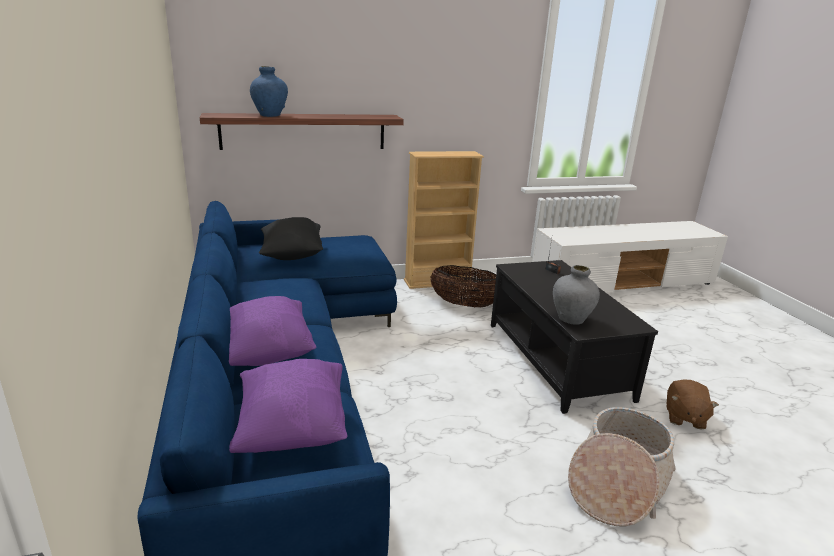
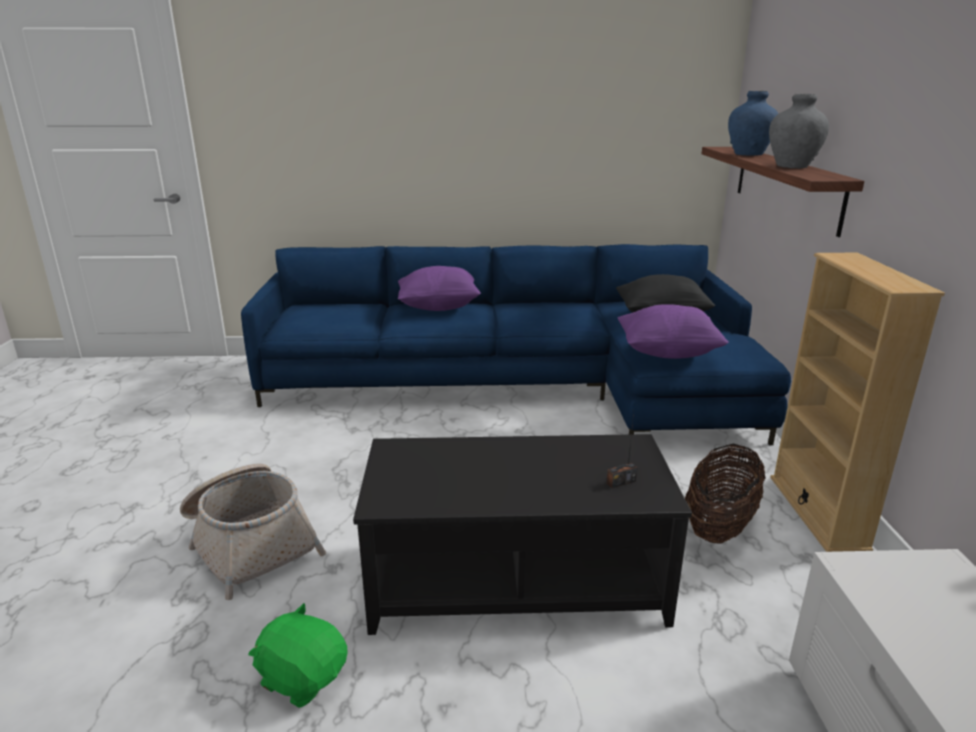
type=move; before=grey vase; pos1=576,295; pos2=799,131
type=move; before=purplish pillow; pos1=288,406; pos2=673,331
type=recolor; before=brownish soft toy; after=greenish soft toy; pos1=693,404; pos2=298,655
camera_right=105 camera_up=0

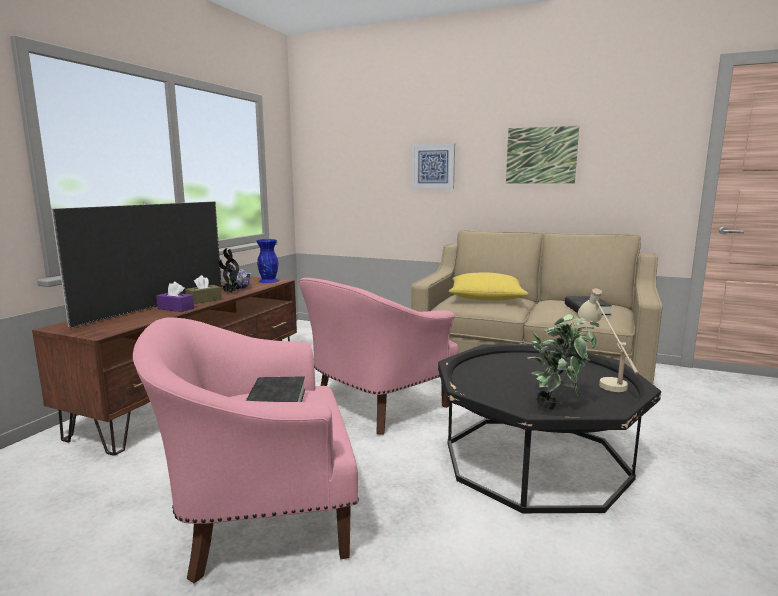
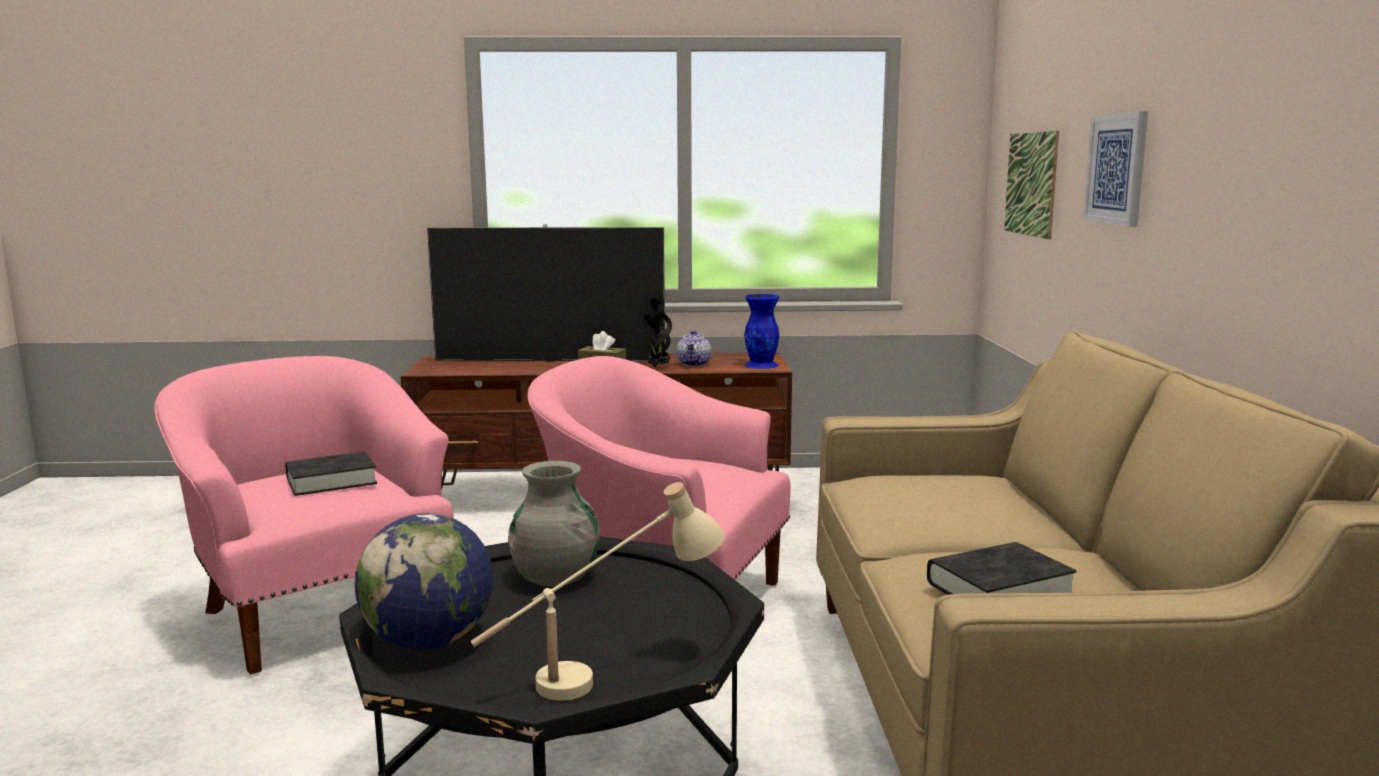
type=move; before=wall picture; pos1=542,154; pos2=1031,185
type=delete; before=yellow-coloured pillow; pos1=488,286
type=delete; before=purplish tissue holder; pos1=175,297
type=replace; before=plant in a pot; after=desk globe; pos1=563,362; pos2=424,581
type=insert; after=grey vase; pos2=554,524
camera_right=65 camera_up=0

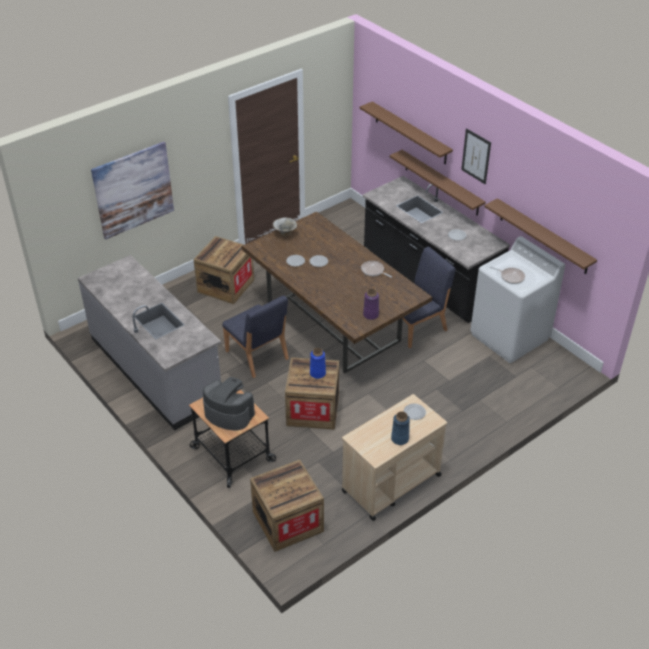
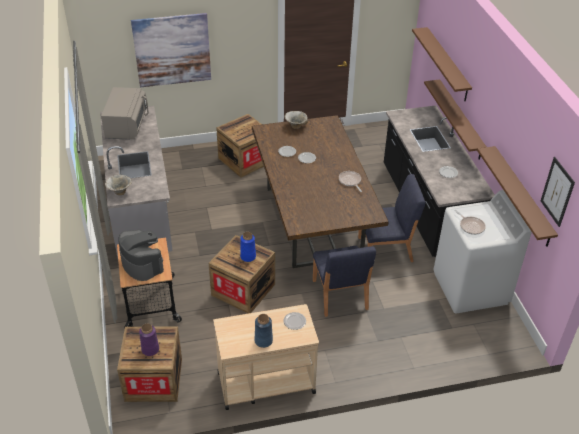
type=move; before=wall picture; pos1=476,156; pos2=558,192
type=move; before=purplish vase; pos1=371,304; pos2=149,340
type=move; before=blue-coloured plain chair; pos1=255,336; pos2=344,281
type=insert; after=grey microwave; pos2=125,113
type=insert; after=deep dish; pos2=118,185
camera_right=25 camera_up=0

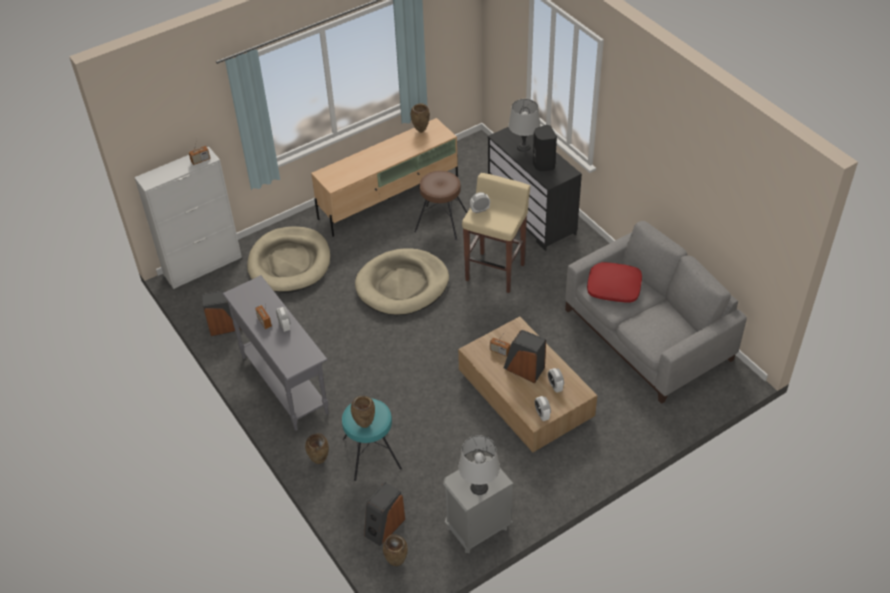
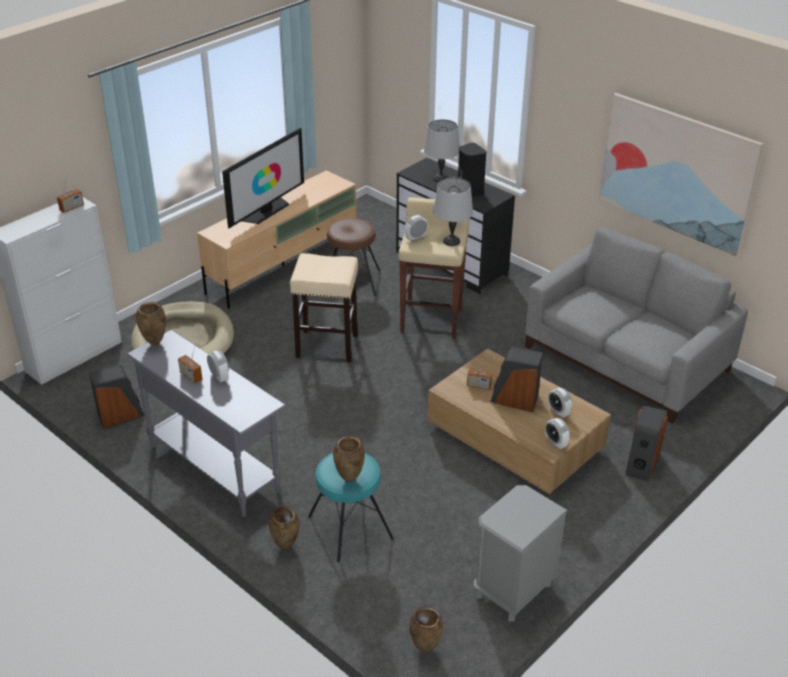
type=move; before=brownish vase; pos1=420,118; pos2=151,324
type=replace; before=beige dog bed; after=beige stool; pos1=402,281; pos2=324,307
type=delete; before=red-coloured pillow; pos1=614,282
type=move; before=grey lamp for a table; pos1=479,465; pos2=453,212
type=move; before=speaker; pos1=384,514; pos2=646,443
type=insert; after=wall picture; pos2=681,174
type=insert; after=TV; pos2=263,178
camera_right=-15 camera_up=-10

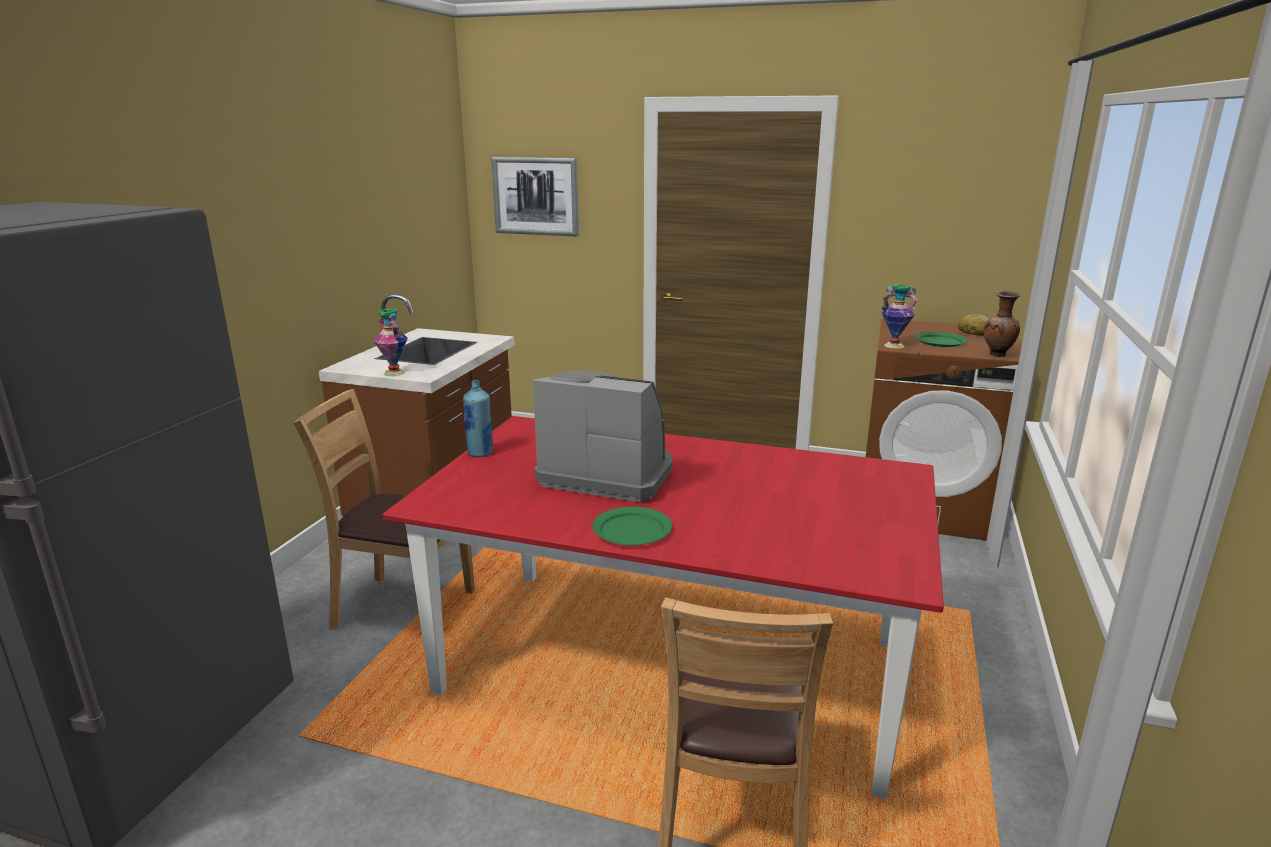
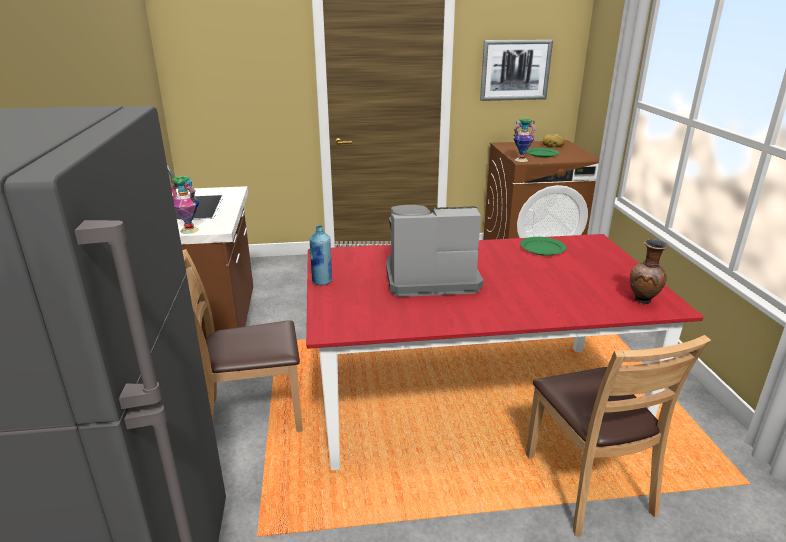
type=move; before=wall picture; pos1=535,196; pos2=516,70
type=move; before=brownish vase; pos1=1002,324; pos2=649,271
type=move; before=greenish dinner plate; pos1=632,526; pos2=543,246
camera_right=-25 camera_up=5

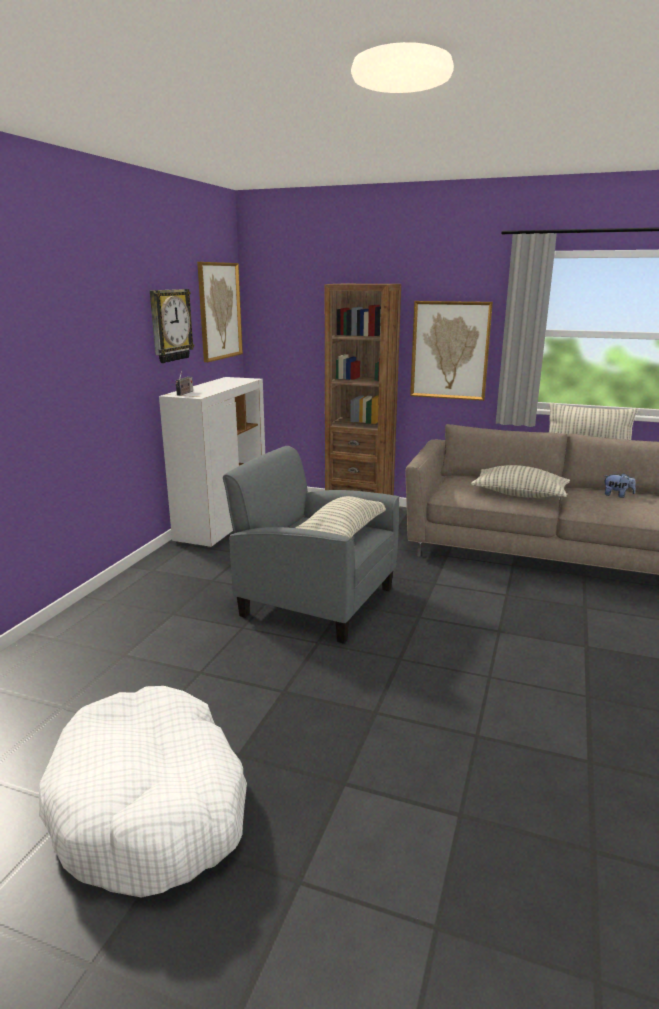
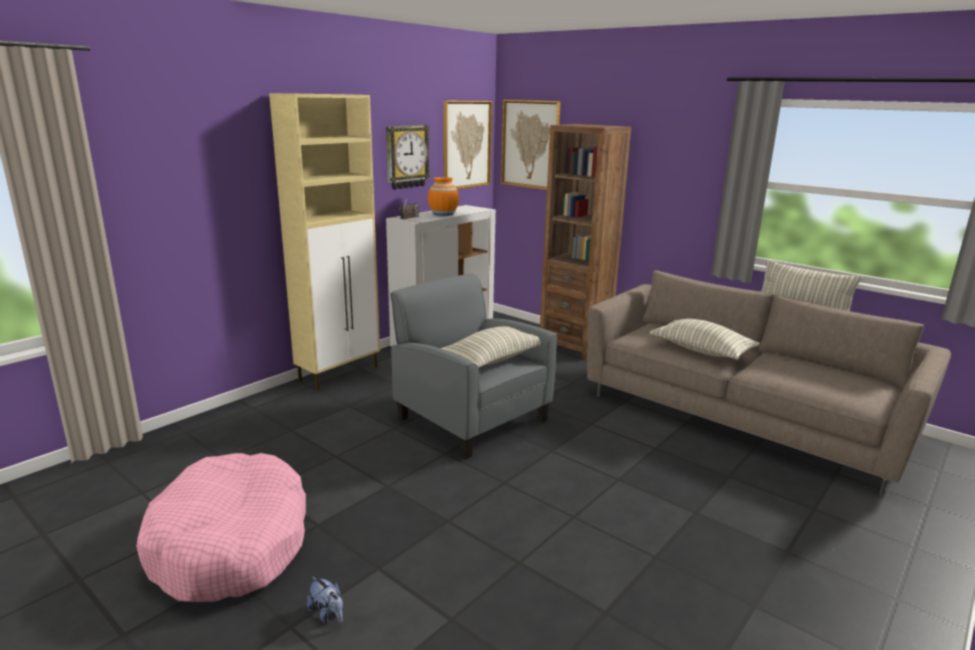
type=move; before=wall picture; pos1=451,351; pos2=531,145
type=move; before=soft toy; pos1=620,485; pos2=325,600
type=recolor; before=white-coloured dog bed; after=pink dog bed; pos1=143,792; pos2=221,527
type=insert; after=beige cupboard; pos2=324,241
type=insert; after=orangey vase; pos2=443,196
camera_right=20 camera_up=0

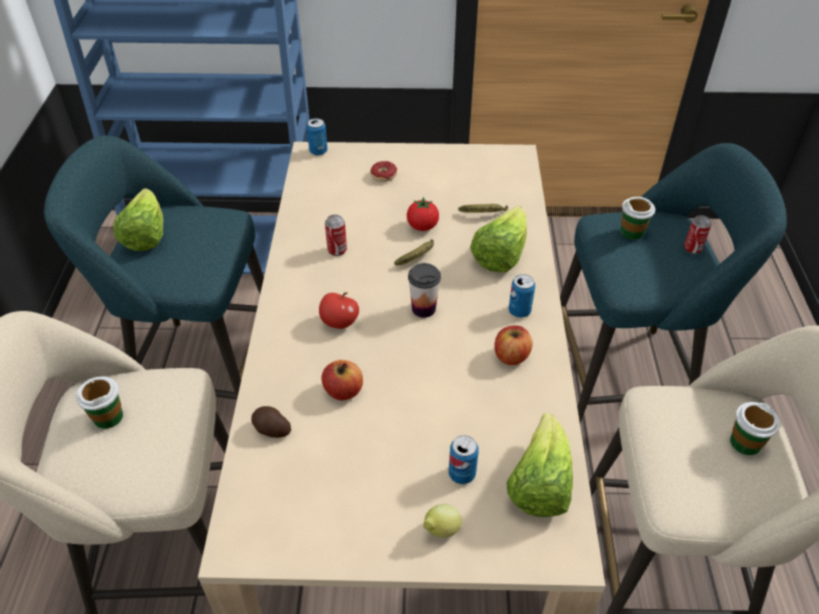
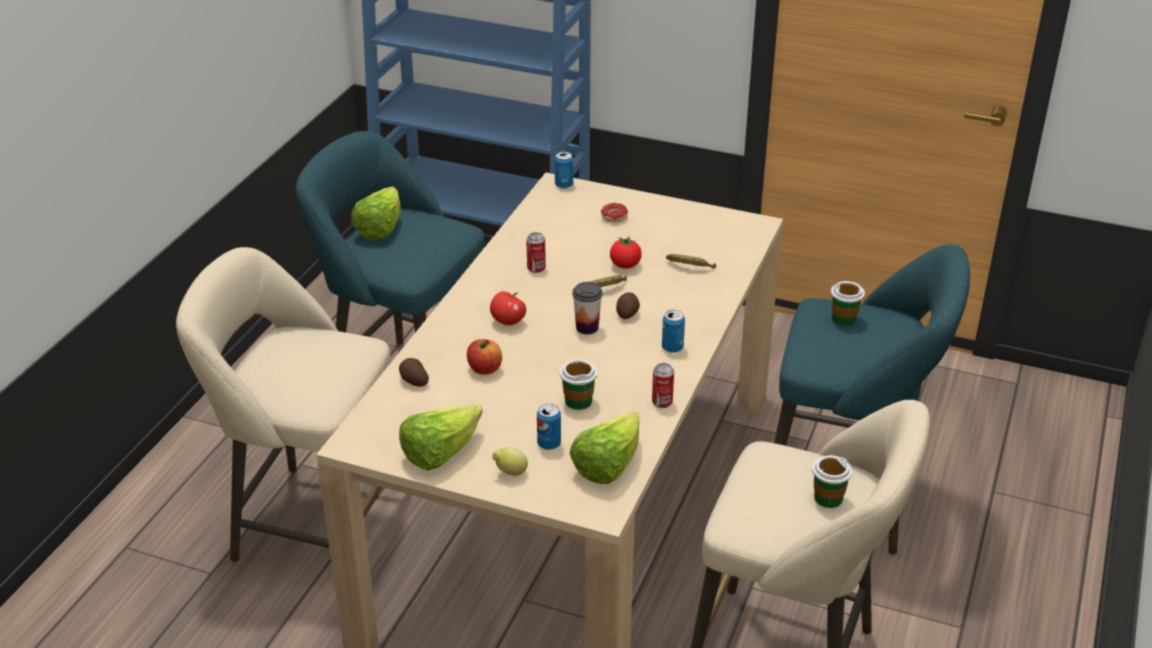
type=move; before=lettuce head; pos1=498,239; pos2=440,437
type=move; before=sealed can; pos1=697,234; pos2=663,385
type=delete; before=whole apple; pos1=514,345
type=move; before=cup; pos1=99,402; pos2=578,384
type=insert; after=potato; pos2=628,305
camera_right=20 camera_up=-10

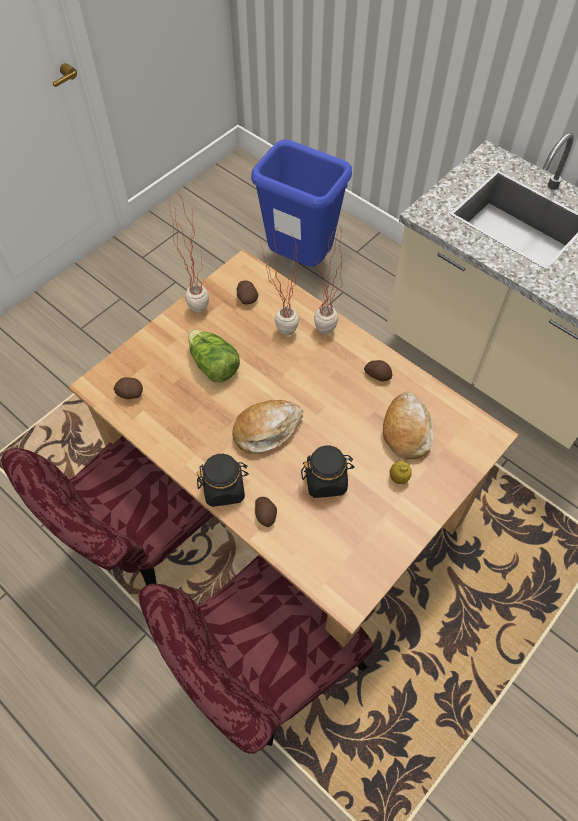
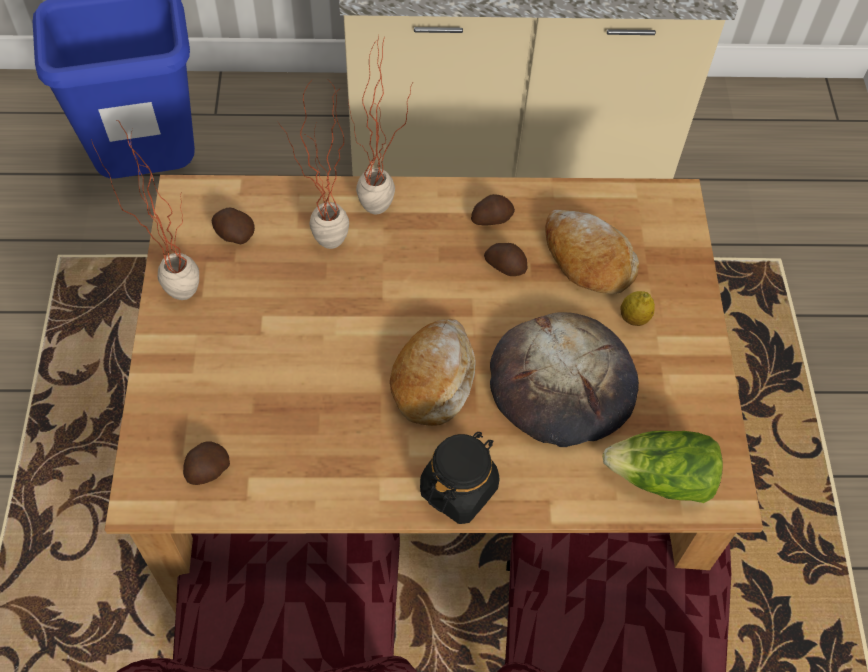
type=move; before=lettuce head; pos1=214,356; pos2=662,466
type=replace; before=blackish storage jar; after=baked bread; pos1=327,472; pos2=564,379
type=move; before=potato; pos1=266,512; pos2=506,259
camera_right=-45 camera_up=0

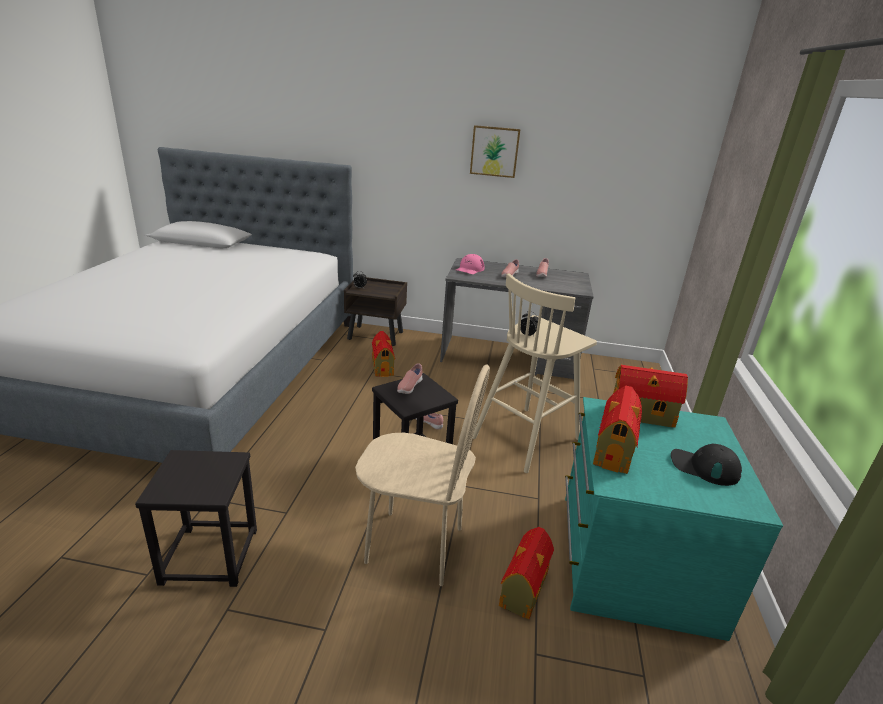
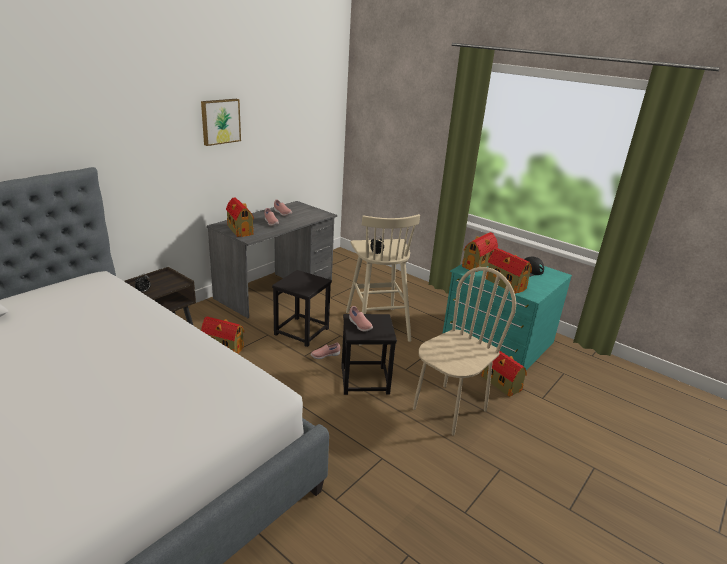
type=replace; before=pink peaked cap; after=model house; pos1=470,264; pos2=240,217
type=move; before=blackish stool; pos1=196,518; pos2=302,308
camera_right=-60 camera_up=0

